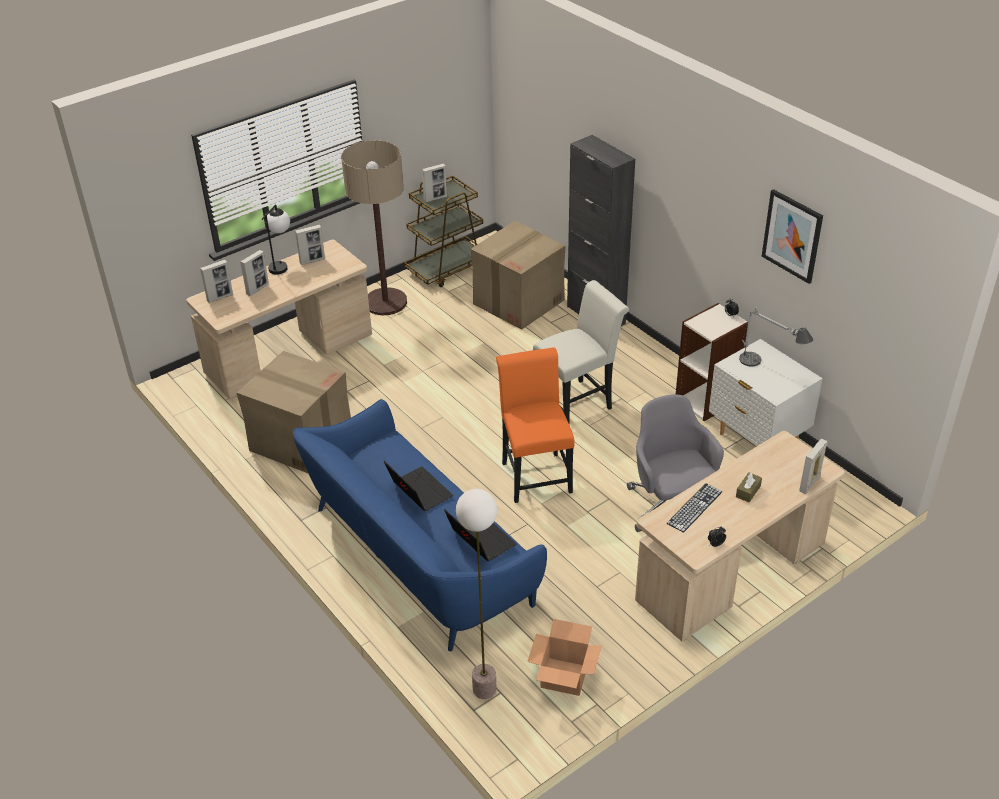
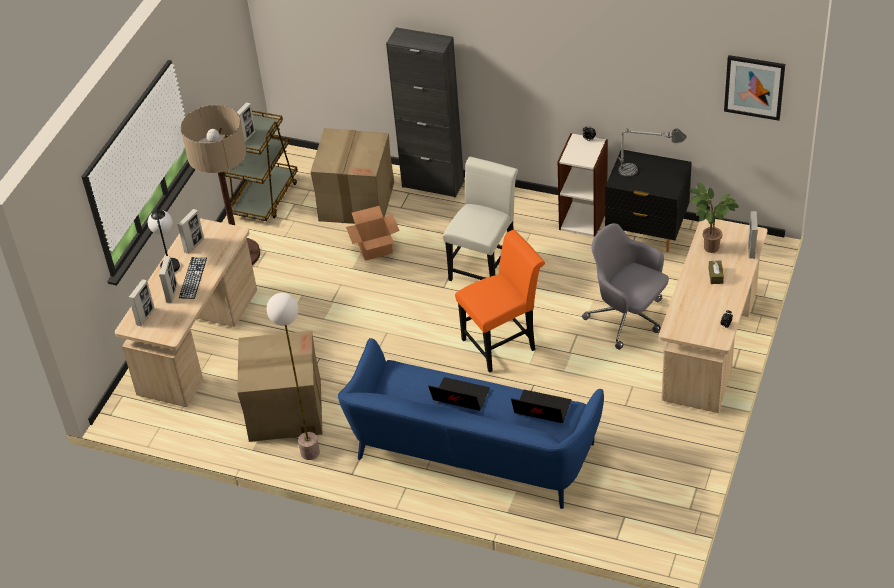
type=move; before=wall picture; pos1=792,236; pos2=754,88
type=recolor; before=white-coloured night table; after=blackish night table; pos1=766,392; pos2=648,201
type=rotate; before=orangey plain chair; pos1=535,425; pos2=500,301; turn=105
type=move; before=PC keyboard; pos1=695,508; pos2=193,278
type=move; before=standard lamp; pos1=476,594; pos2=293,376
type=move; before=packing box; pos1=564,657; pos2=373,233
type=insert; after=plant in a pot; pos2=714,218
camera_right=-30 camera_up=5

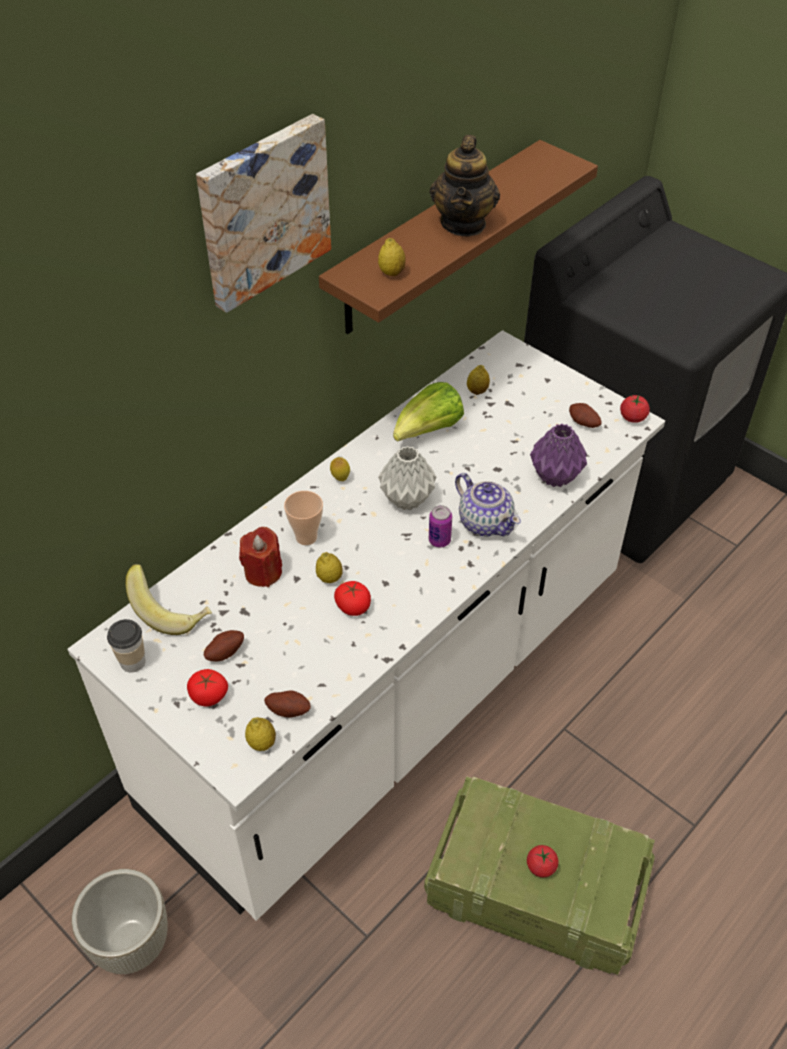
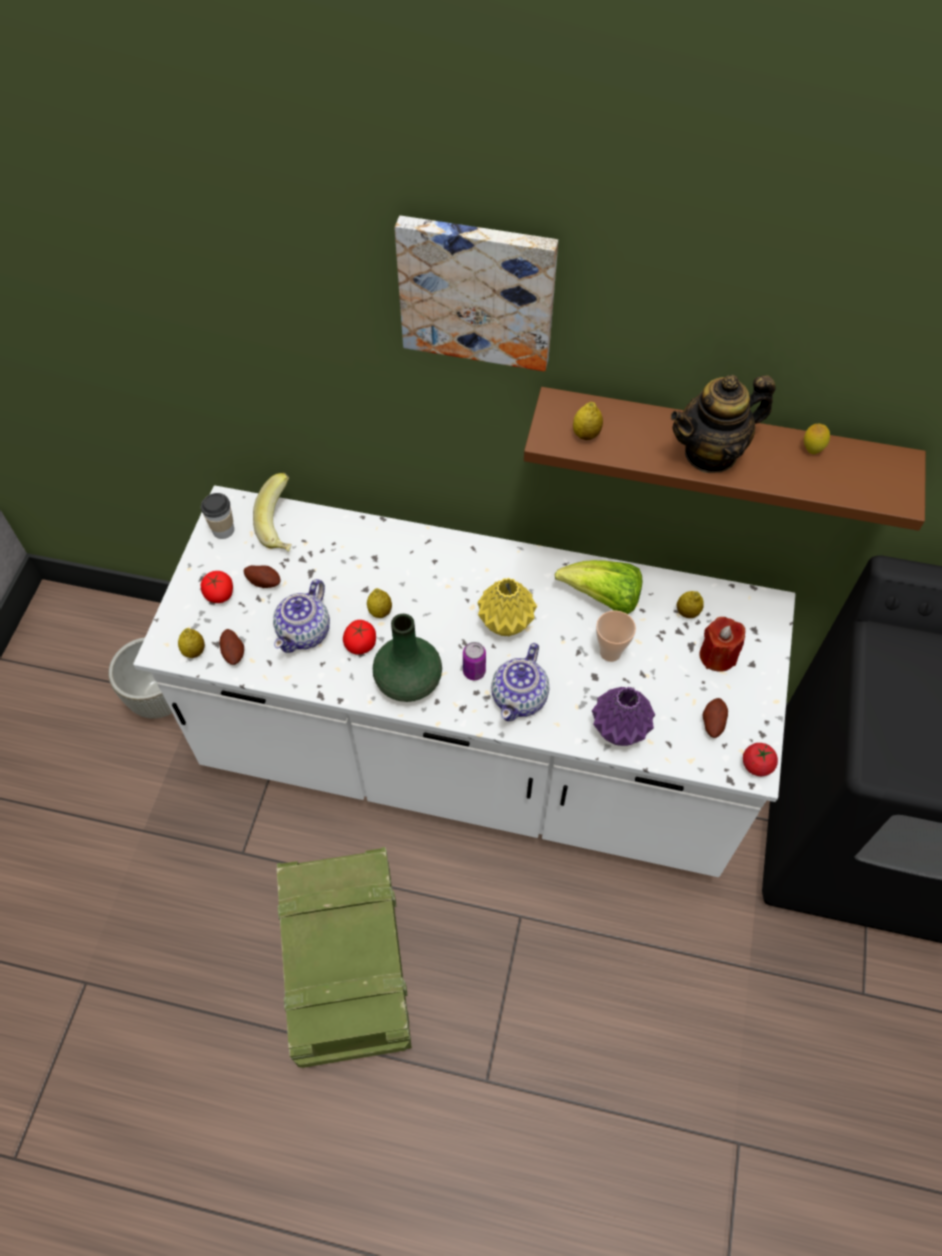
type=recolor; before=grey vase; after=yellow-coloured vase; pos1=407,478; pos2=507,607
type=move; before=lemon; pos1=340,469; pos2=817,439
type=move; before=cup; pos1=303,518; pos2=616,636
type=move; before=red-coloured candle; pos1=260,557; pos2=722,644
type=delete; before=whole tomato; pos1=543,861
type=insert; after=teapot; pos2=301,616
type=insert; after=greenish vase; pos2=407,658
camera_right=60 camera_up=10

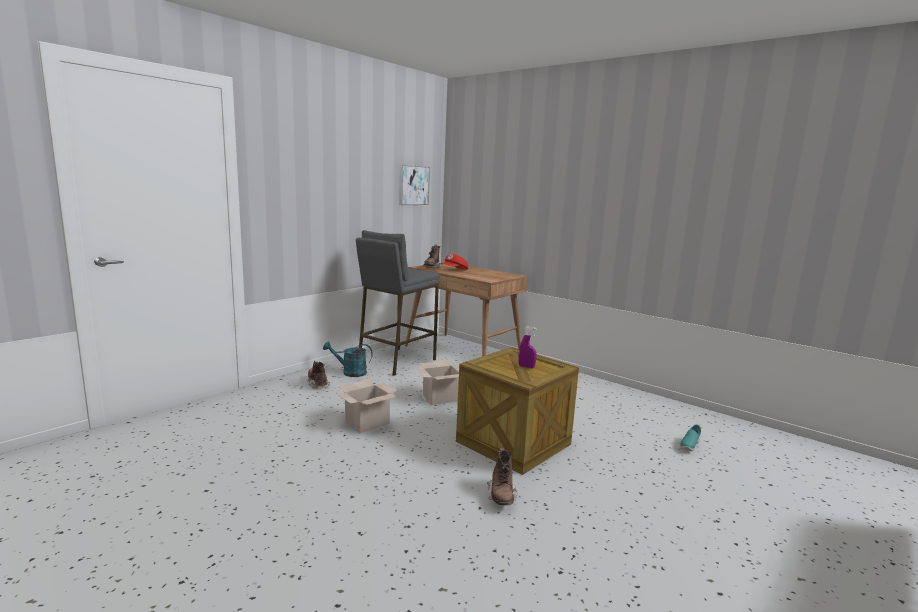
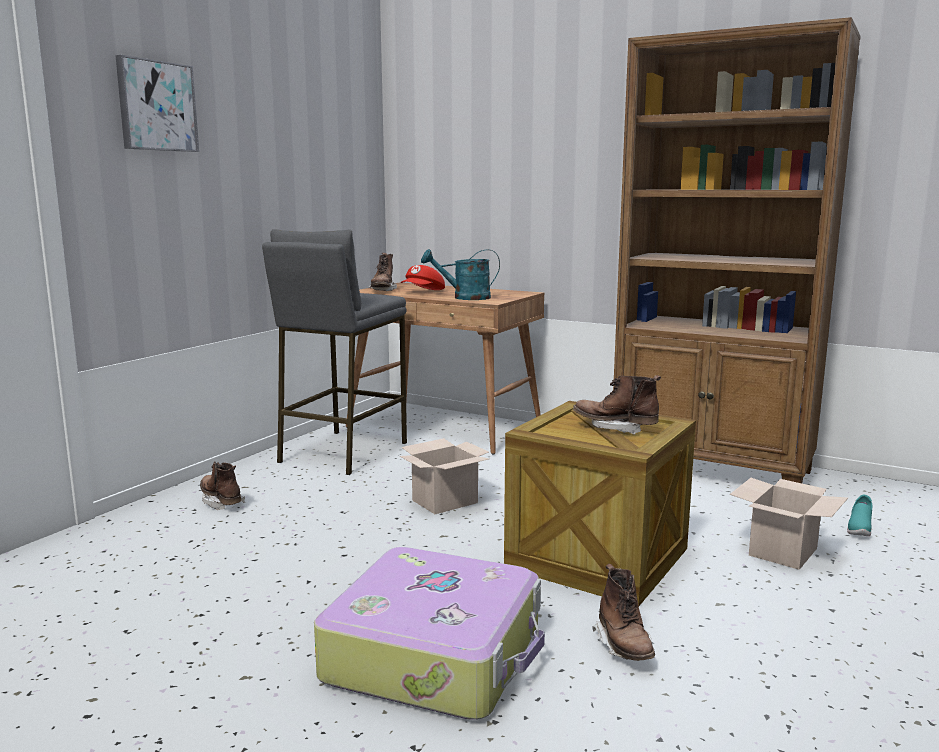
type=move; before=wall picture; pos1=414,185; pos2=157,103
type=replace; before=purplish spray bottle; after=brownish boot; pos1=527,347; pos2=617,404
type=move; before=turquoise watering pot; pos1=348,359; pos2=460,274
type=move; before=packing box; pos1=367,406; pos2=789,524
type=insert; after=brownish bookcase; pos2=737,250
type=insert; after=suitcase; pos2=429,633
camera_right=-10 camera_up=0

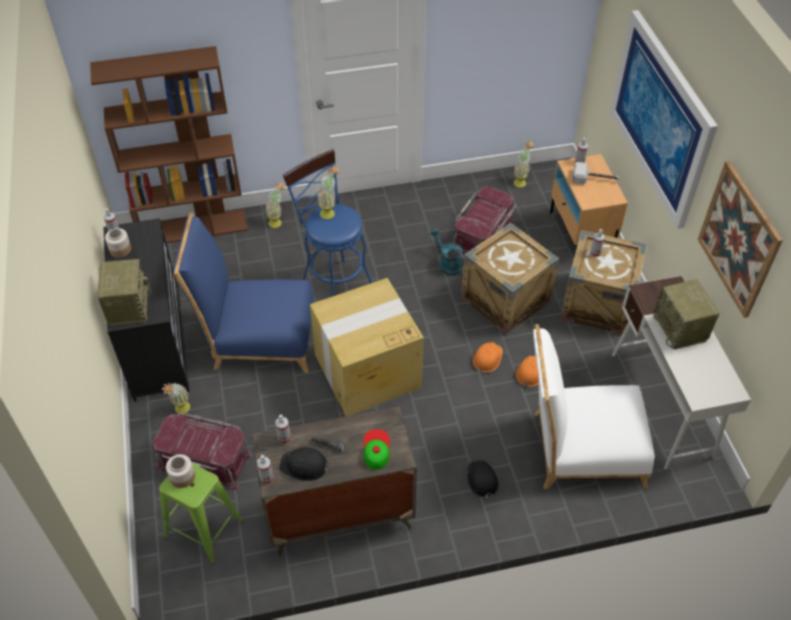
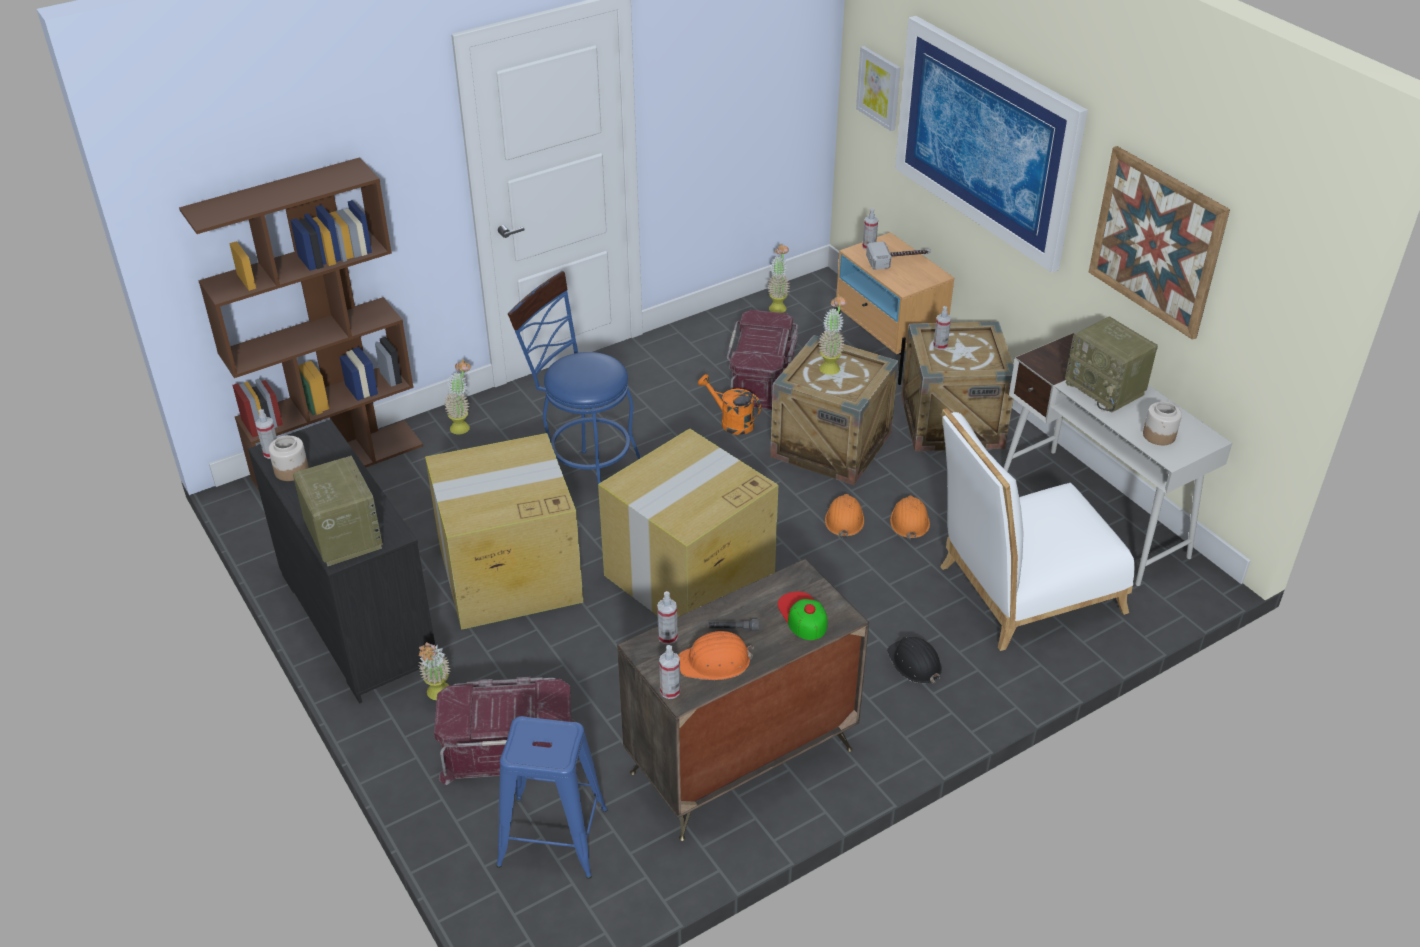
type=move; before=plant in a pot; pos1=328,192; pos2=833,334
type=replace; before=blue-coloured plain chair; after=packing box; pos1=243,292; pos2=504,531
type=recolor; before=turquoise watering pot; after=orangey watering pot; pos1=447,252; pos2=729,404
type=recolor; before=blackish work helmet; after=orangey work helmet; pos1=305,464; pos2=716,655
type=move; before=storage jar; pos1=180,471; pos2=1162,423
type=recolor; before=greenish stool; after=blue-coloured stool; pos1=201,513; pos2=552,797
type=insert; after=wall picture; pos2=878,88
camera_right=-20 camera_up=-10

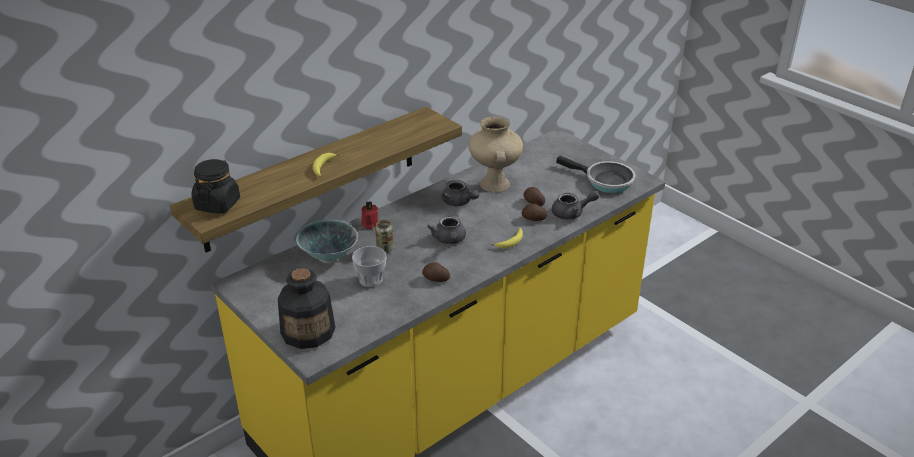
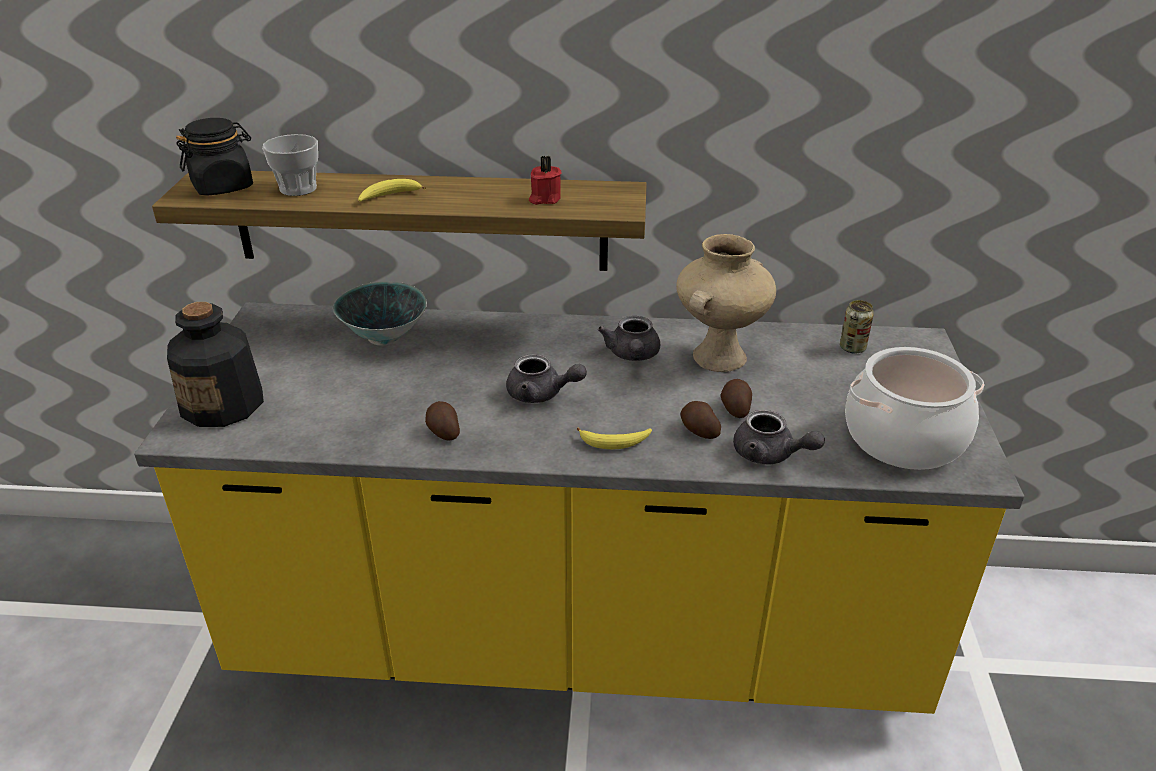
type=replace; before=skillet; after=cooking pot; pos1=596,174; pos2=914,408
type=move; before=red-coloured candle; pos1=370,215; pos2=545,180
type=rotate; before=grey teapot; pos1=446,230; pos2=546,378; turn=-105
type=move; before=sealed can; pos1=384,236; pos2=857,327
type=move; before=cup; pos1=369,266; pos2=290,165
camera_right=45 camera_up=0

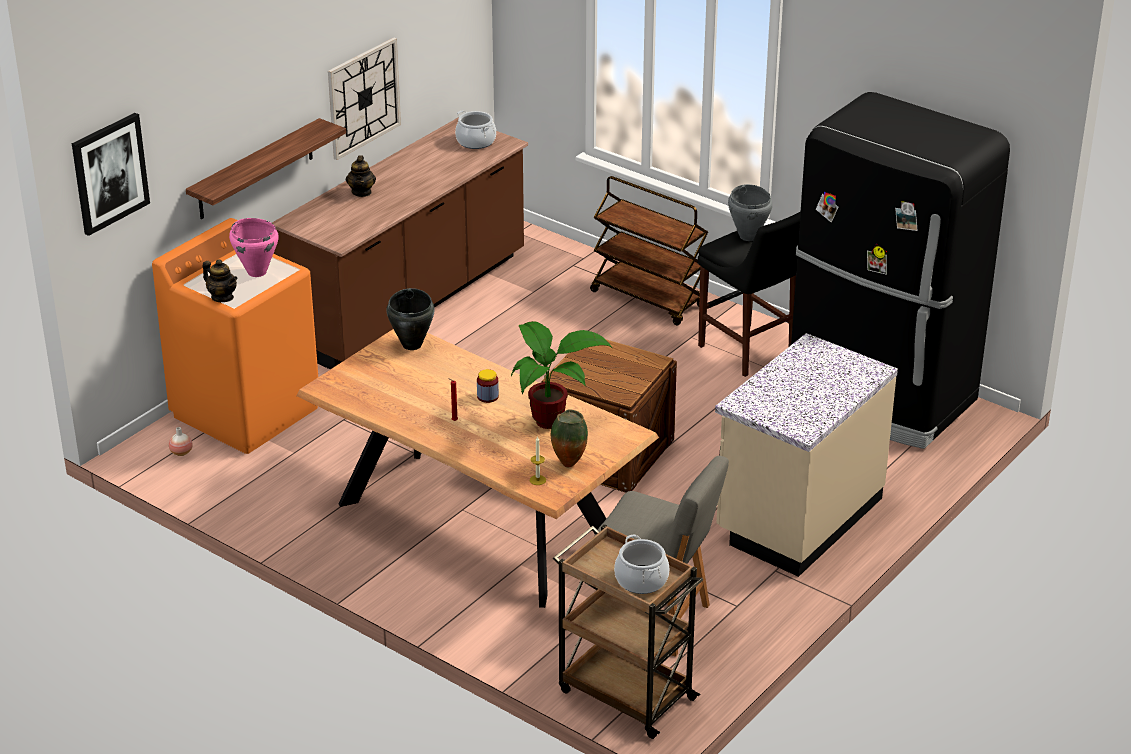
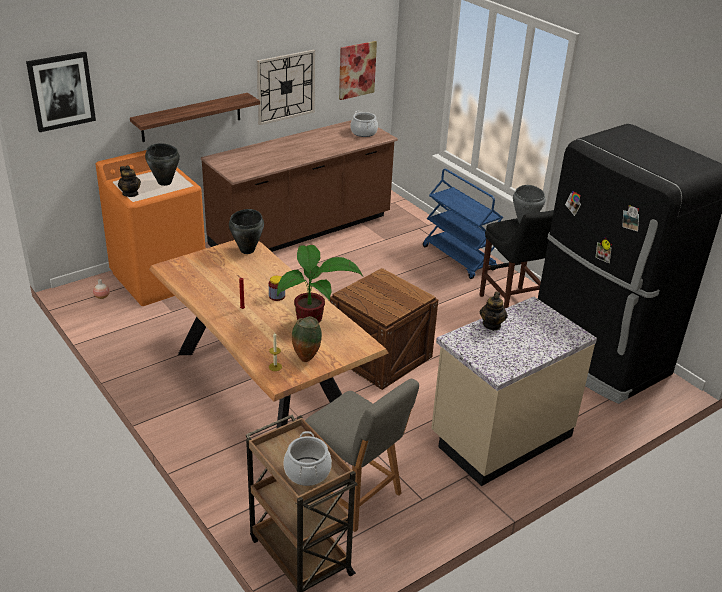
type=move; before=teapot; pos1=361,176; pos2=494,311
type=recolor; before=brownish trolley; after=blue-coloured trolley; pos1=649,251; pos2=463,224
type=recolor; before=pink cooking pot; after=blackish cooking pot; pos1=254,247; pos2=162,164
type=insert; after=wall picture; pos2=358,70
camera_right=15 camera_up=0

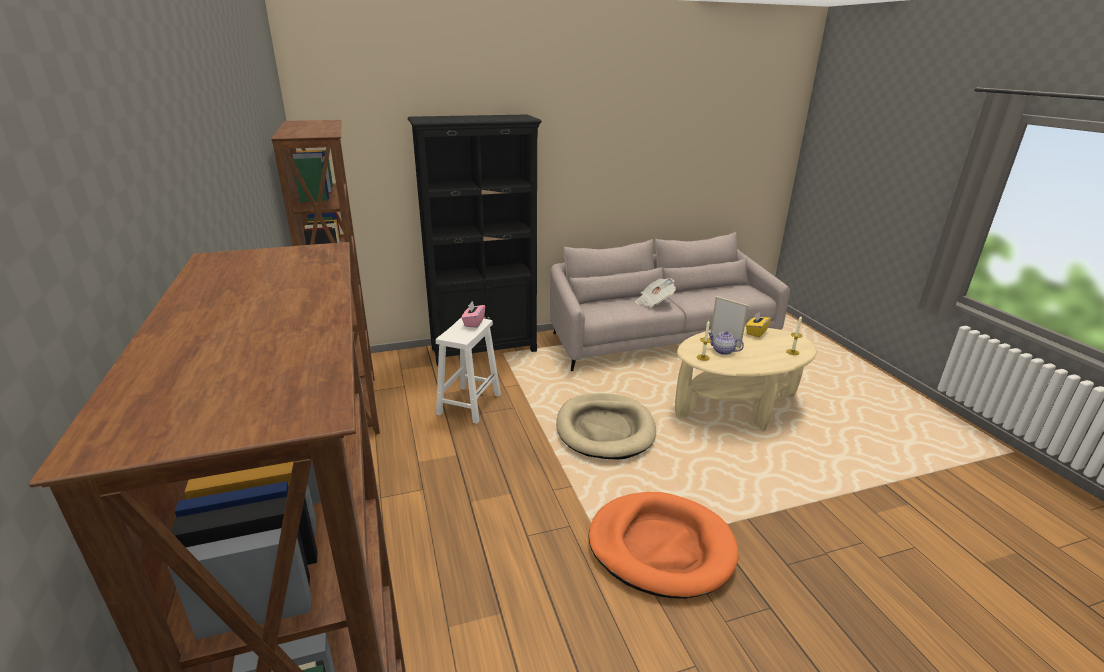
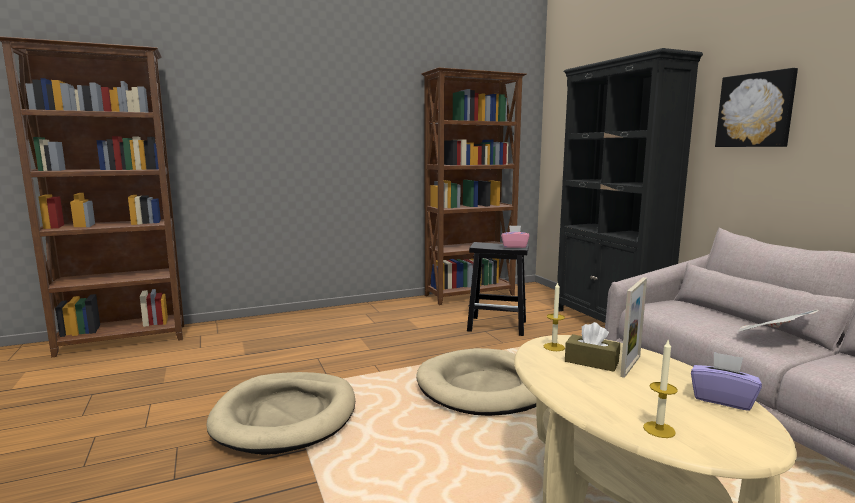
type=recolor; before=yellow-coloured tissue holder; after=purplish tissue holder; pos1=758,324; pos2=726,381
type=recolor; before=white-coloured stool; after=blackish stool; pos1=468,371; pos2=498,289
type=replace; before=teapot; after=brownish tissue holder; pos1=726,343; pos2=592,347
type=recolor; before=orangey dog bed; after=beige dog bed; pos1=664,545; pos2=280,413
type=insert; after=wall picture; pos2=756,107
camera_right=85 camera_up=-15

